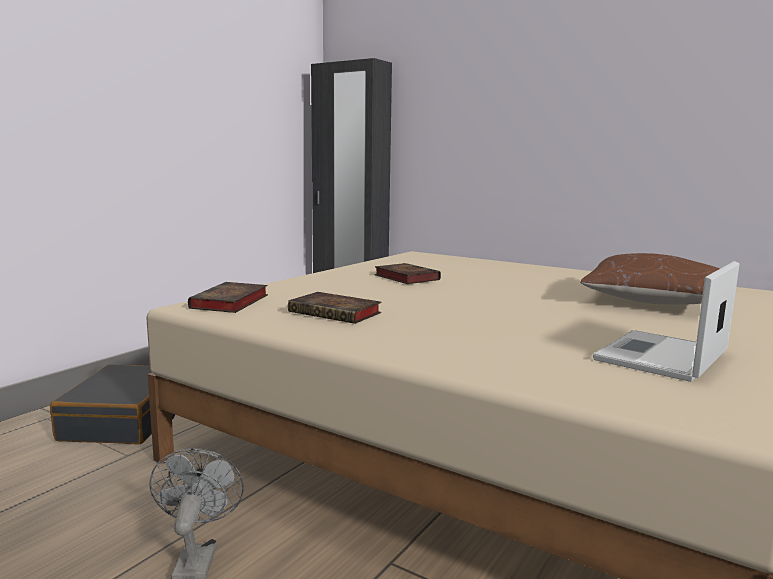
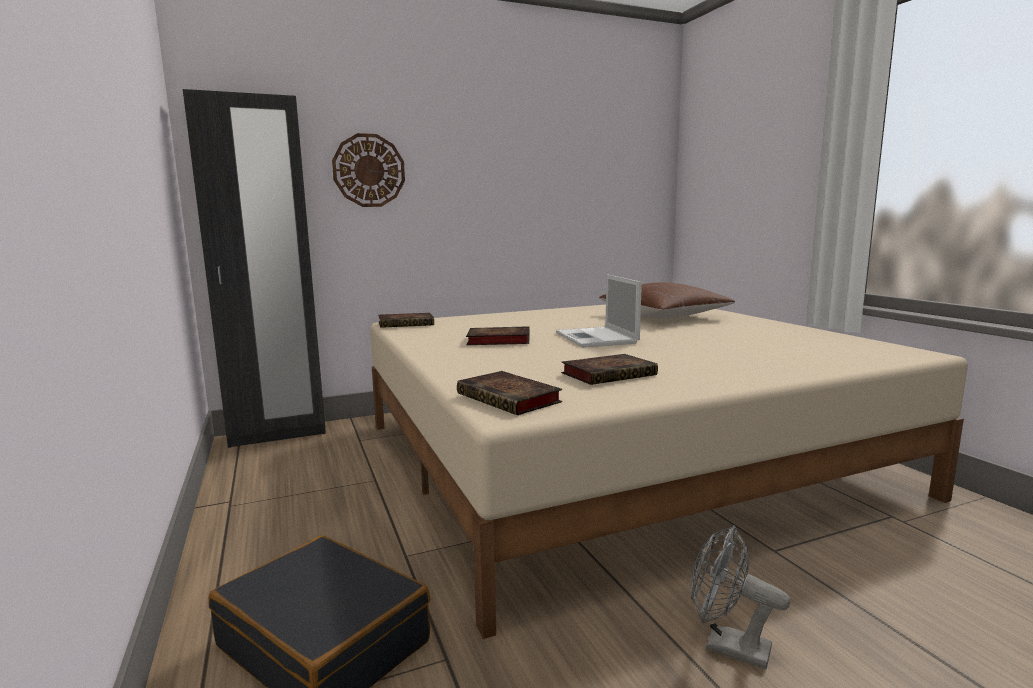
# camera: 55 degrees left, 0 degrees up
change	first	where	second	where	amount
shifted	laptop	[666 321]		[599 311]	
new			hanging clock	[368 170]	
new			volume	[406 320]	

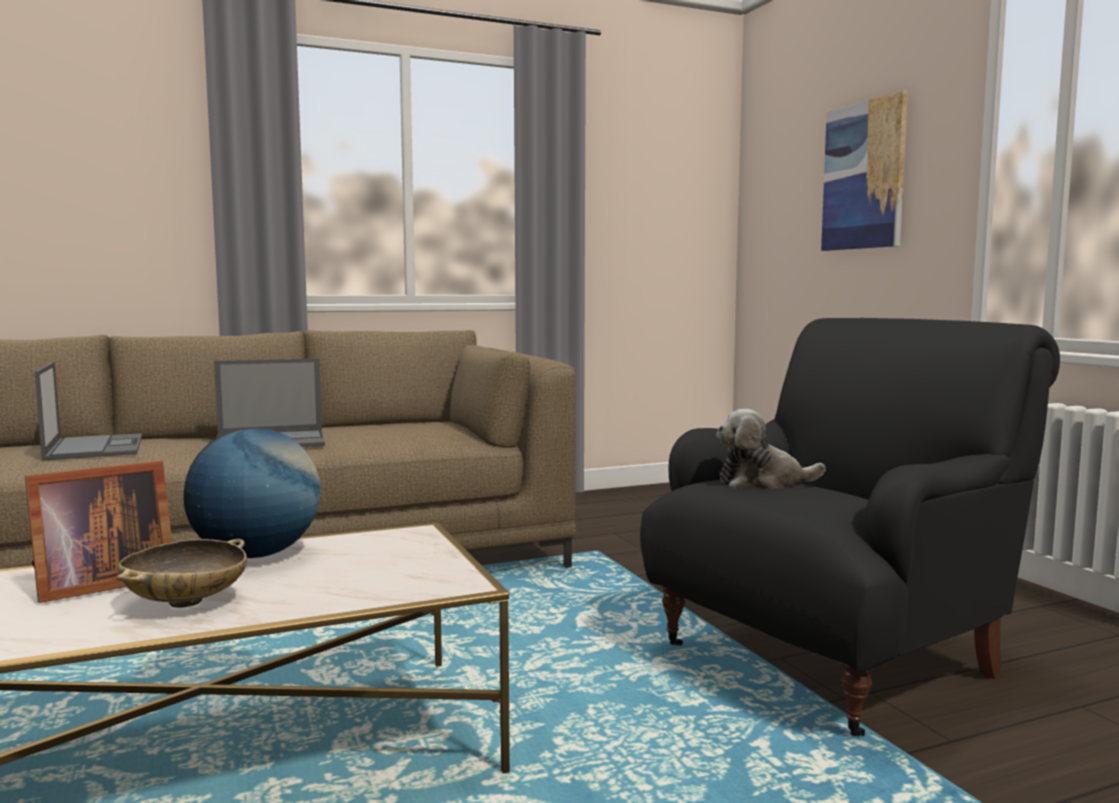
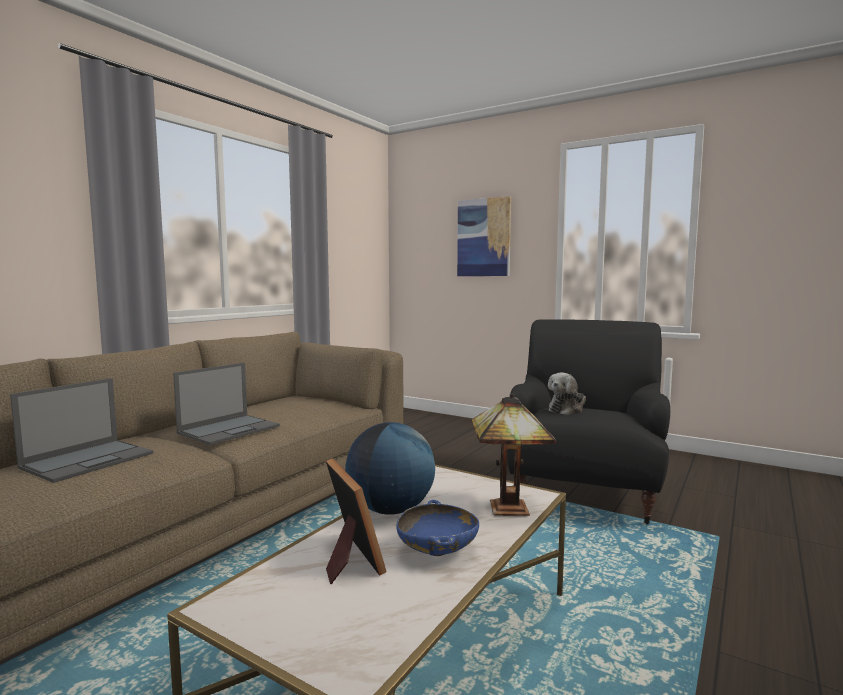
# camera: 35 degrees left, 0 degrees up
change	first	where	second	where	amount
rotated	laptop	[88 411]		[81 430]	90 degrees clockwise
rotated	picture frame	[98 532]		[356 521]	45 degrees counterclockwise
repainted	sand-coloured deep dish	[181 573]	blue deep dish	[437 528]	
new			lamp for a table	[513 454]	

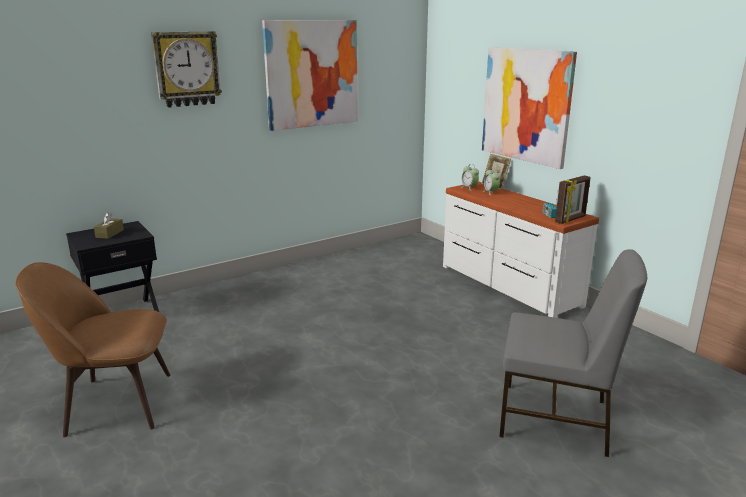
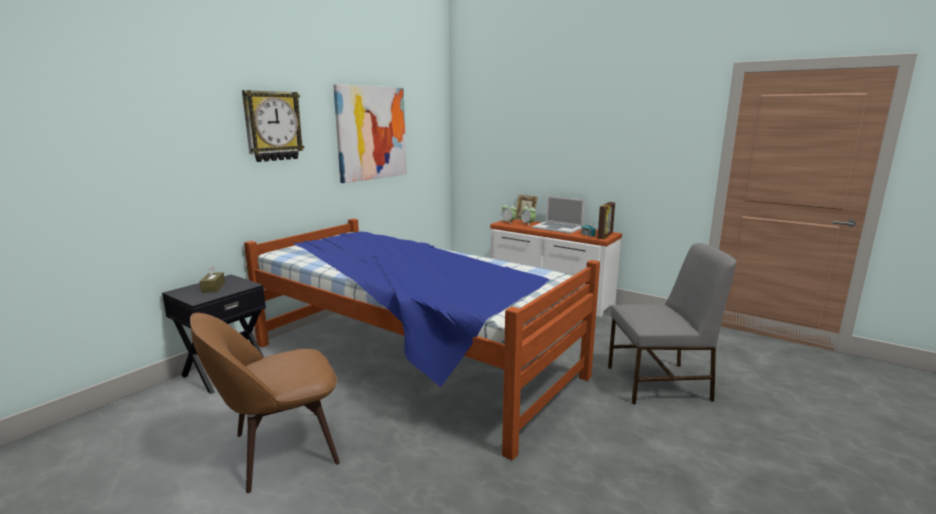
# camera: 20 degrees left, 5 degrees down
change	first	where	second	where	amount
gone	wall picture	[529 108]			
new			laptop	[558 215]	
new			sleeping bed	[422 339]	

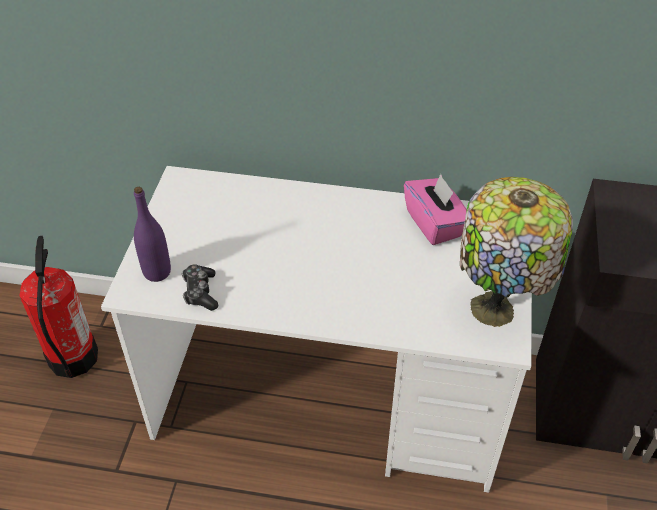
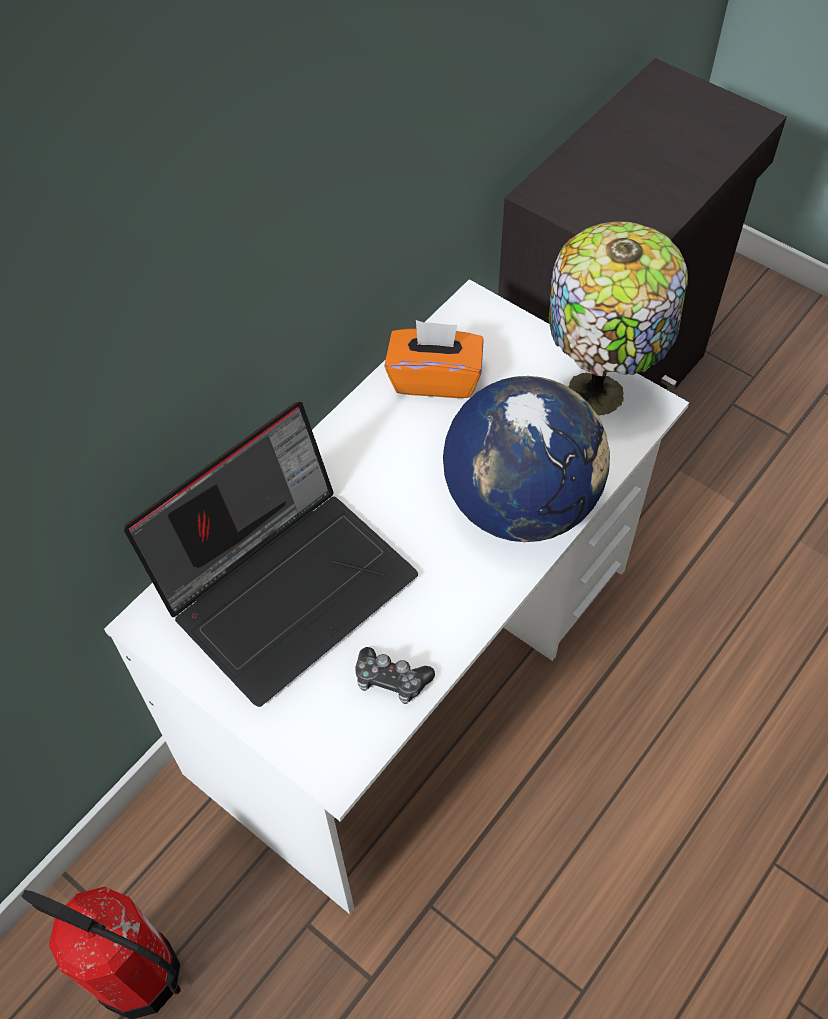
# camera: 60 degrees left, 10 degrees up
change	first	where	second	where	amount
repainted	pink box of tissues	[435 209]	orangey box of tissues	[434 359]	
gone	purple-coloured beverage bottle	[152 234]			
new			desk globe	[526 459]	
new			laptop	[271 554]	

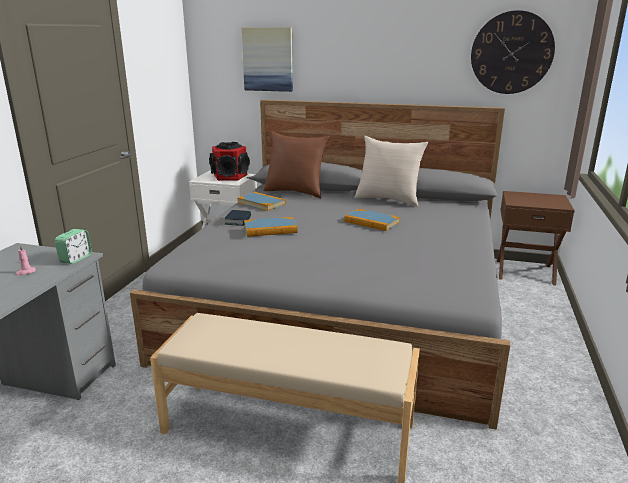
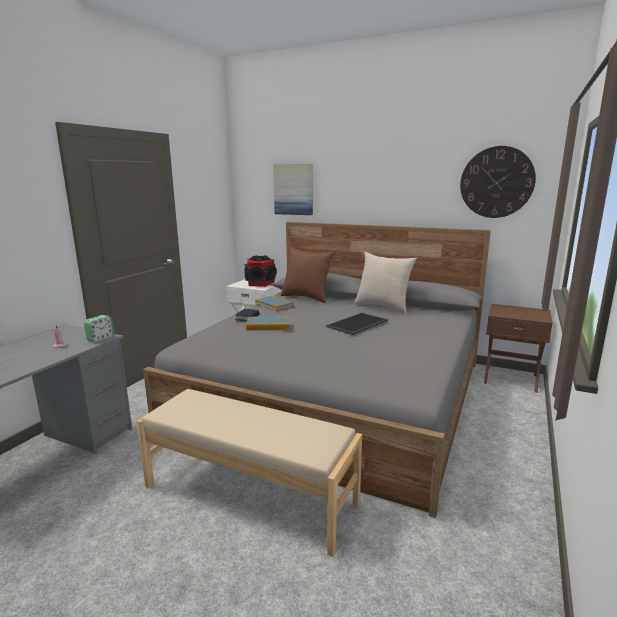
# camera: 10 degrees right, 5 degrees down
change	first	where	second	where	amount
swapped	volume	[372 220]	serving tray	[357 324]	

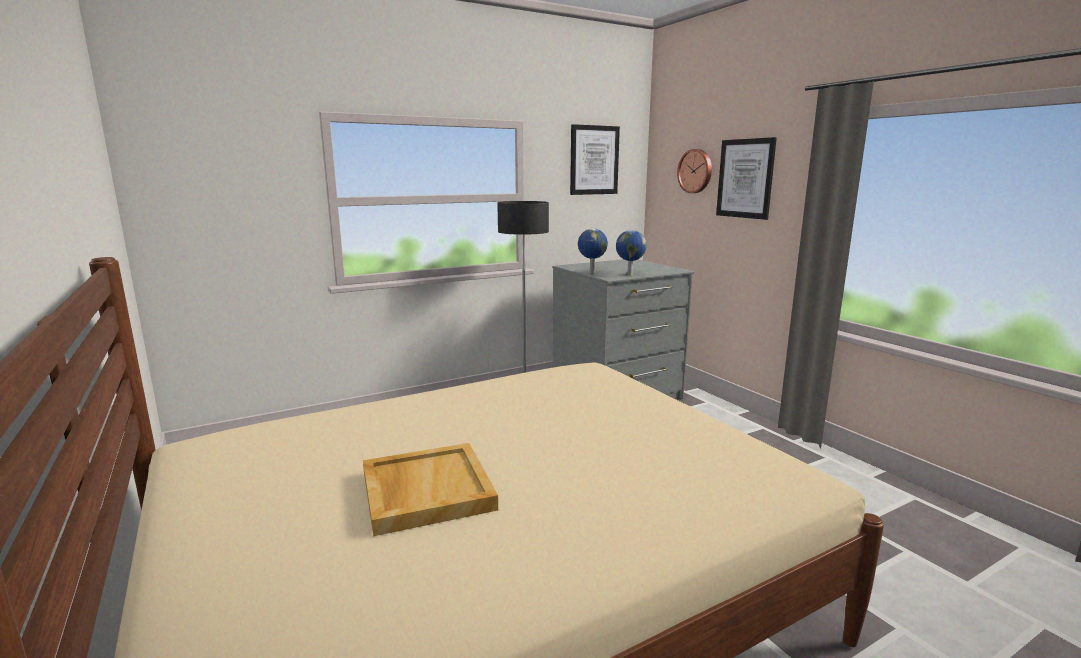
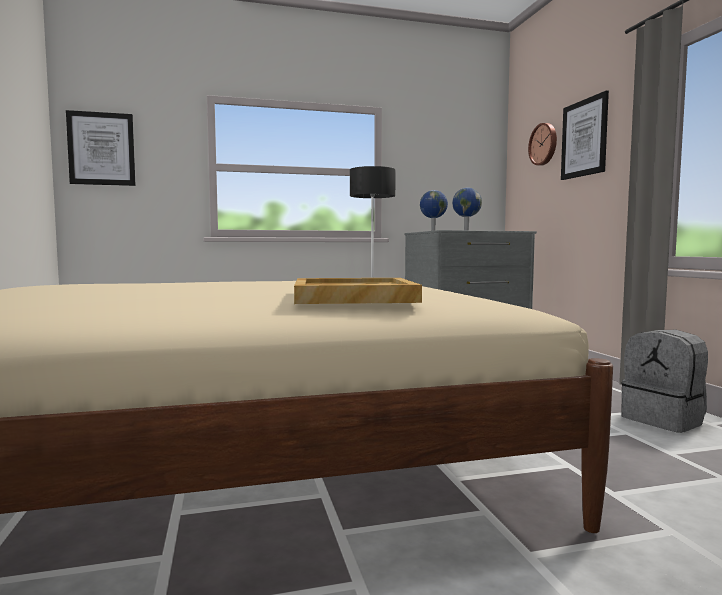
# camera: 15 degrees right, 10 degrees down
change	first	where	second	where	amount
shifted	wall picture	[595 159]		[101 148]	
shifted	sand-coloured serving tray	[430 489]		[358 291]	
new			gray knapsack	[664 381]	

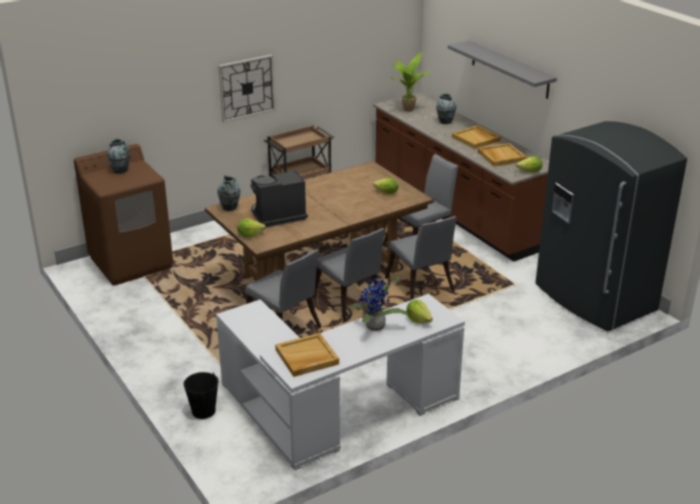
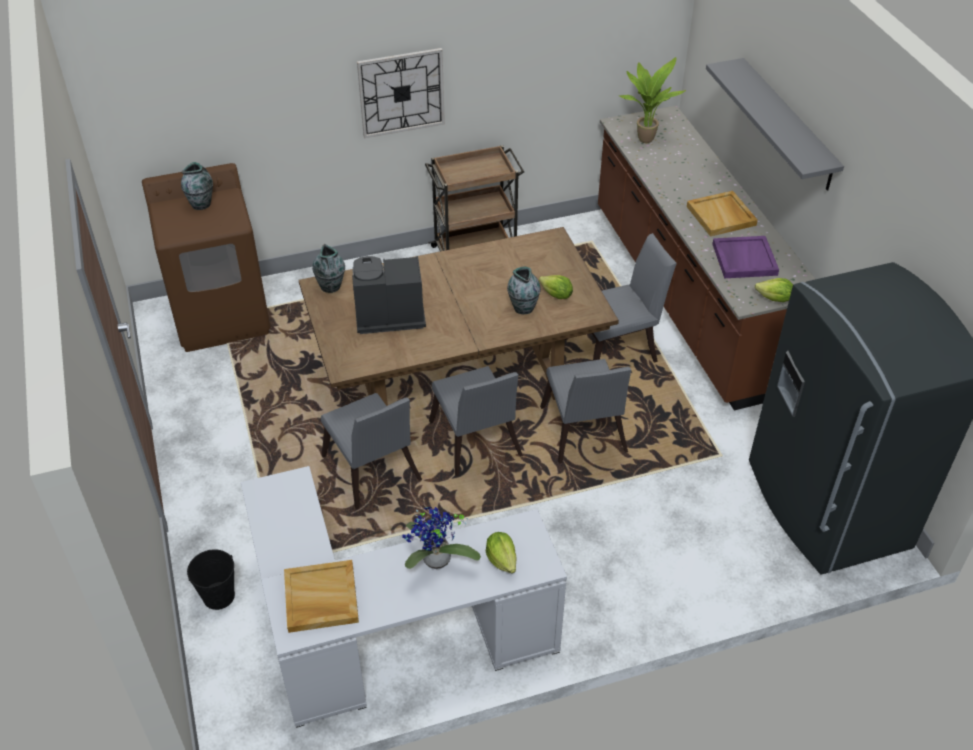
# camera: 15 degrees right, 15 degrees up
change	first	where	second	where	amount
shifted	flower vase	[446 108]		[524 290]	
repainted	sand-coloured serving tray	[502 155]	purple-coloured serving tray	[745 257]	
gone	lettuce	[251 228]			

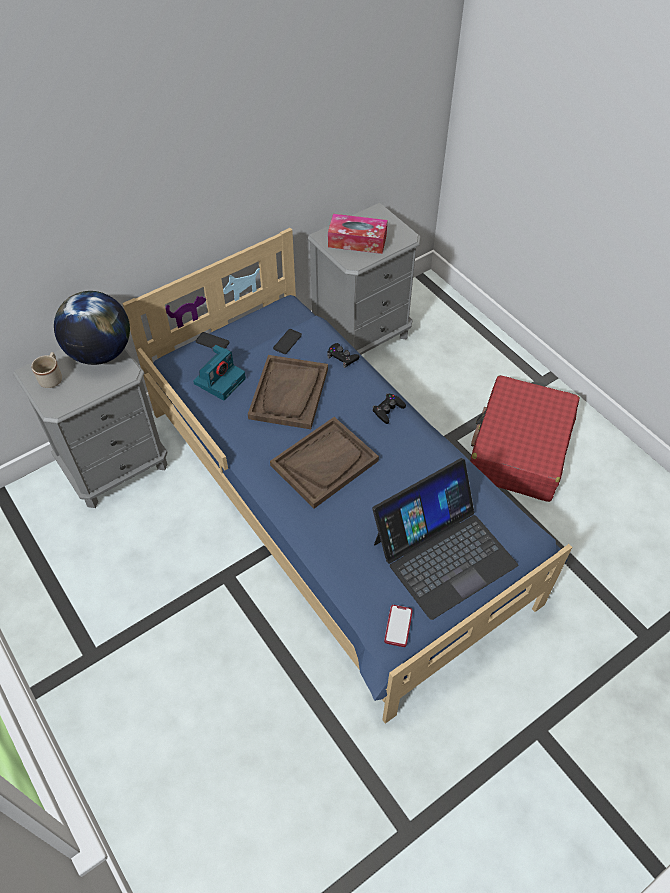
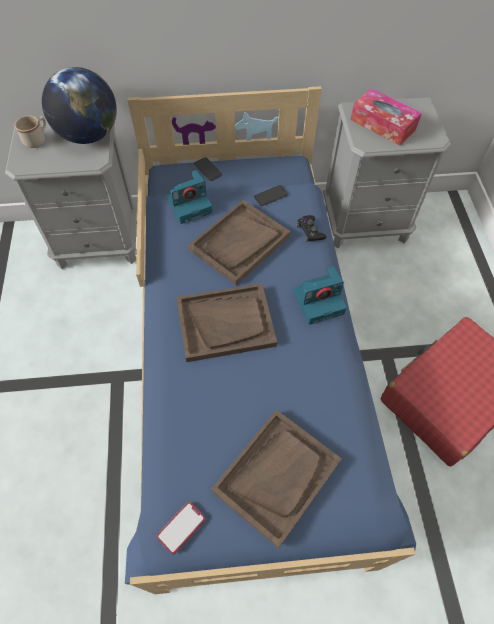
# camera: 30 degrees right, 5 degrees up
change	first	where	second	where	amount
swapped	black gamepad	[389 408]	photo camera	[320 295]	
swapped	laptop	[445 539]	brownish serving tray	[276 479]	

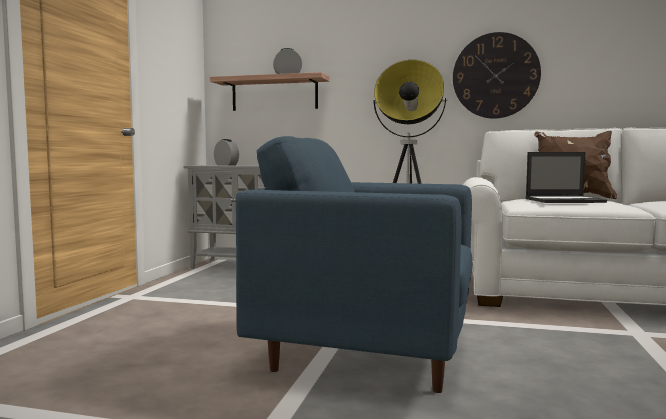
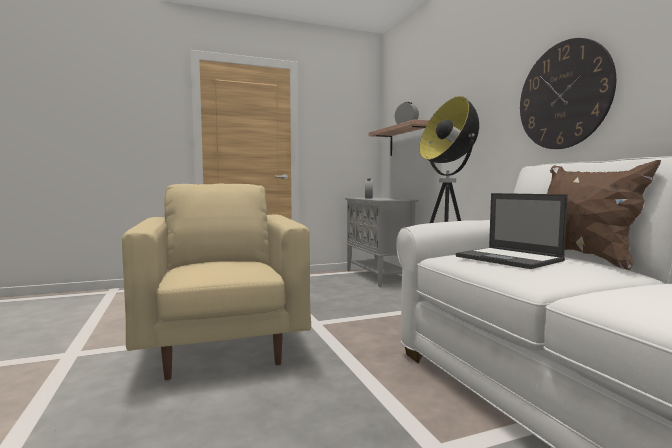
# camera: 55 degrees right, 0 degrees up
change	first	where	second	where	amount
repainted	blue armchair	[354 264]	sand-coloured armchair	[216 282]	

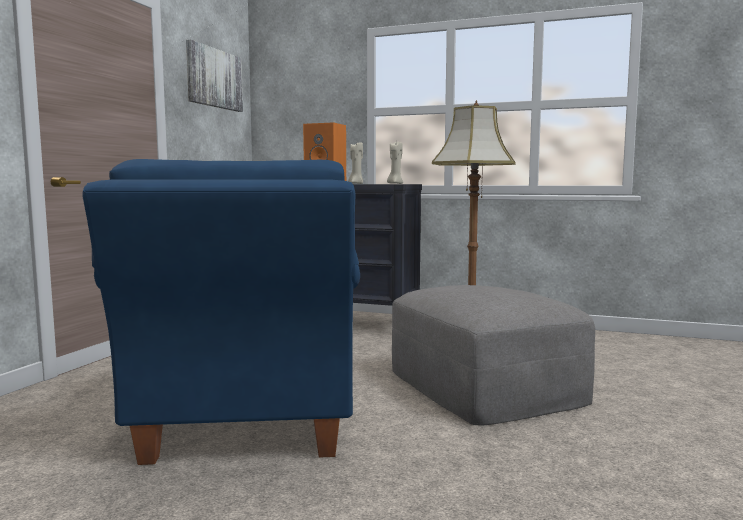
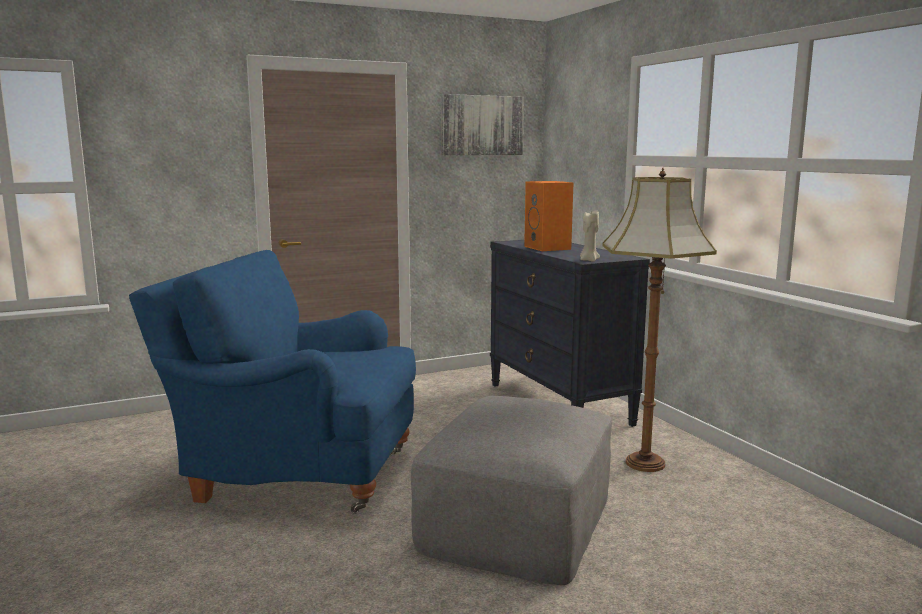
# camera: 45 degrees right, 5 degrees up
change	first	where	second	where	amount
gone	sand-coloured wax candle	[355 163]			
rotated	blue armchair	[221 312]		[272 382]	60 degrees clockwise

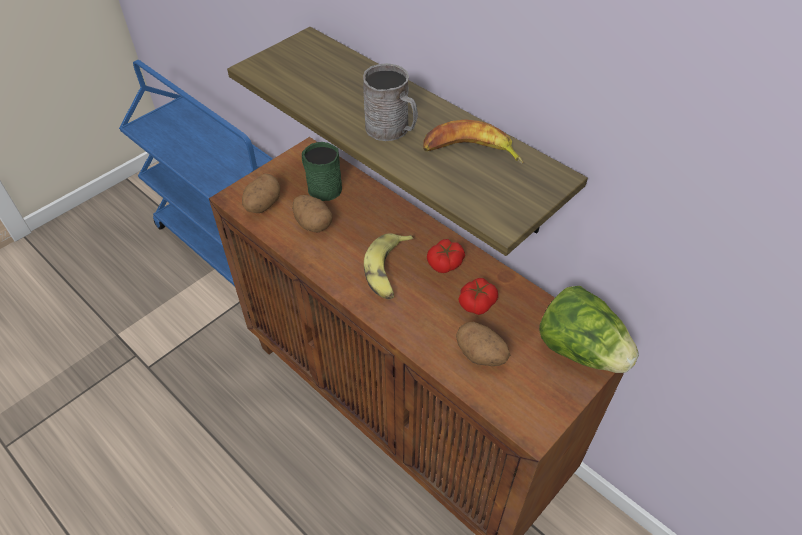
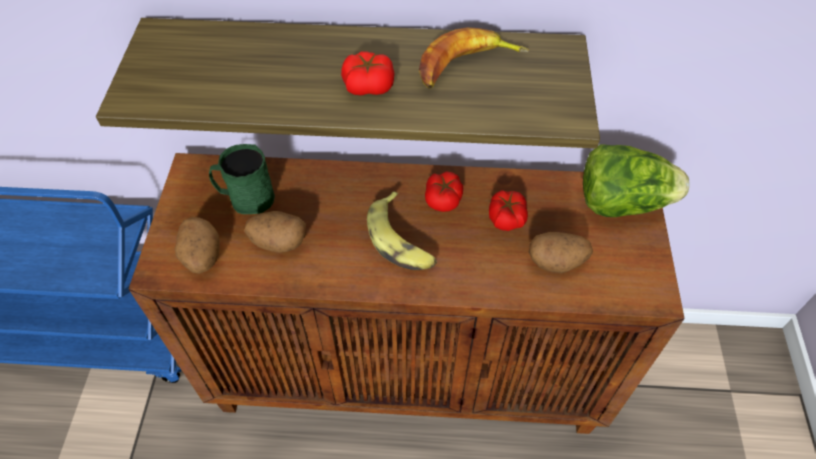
# camera: 40 degrees left, 5 degrees up
change	first	where	second	where	amount
swapped	gray mug	[390 102]	whole tomato	[368 73]	

